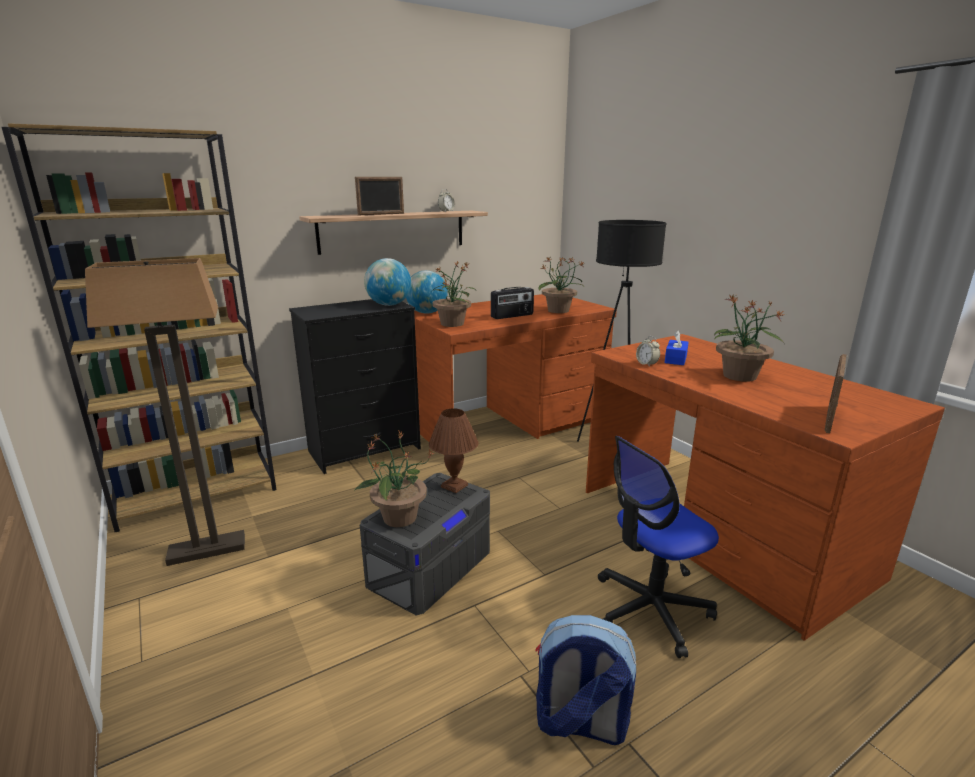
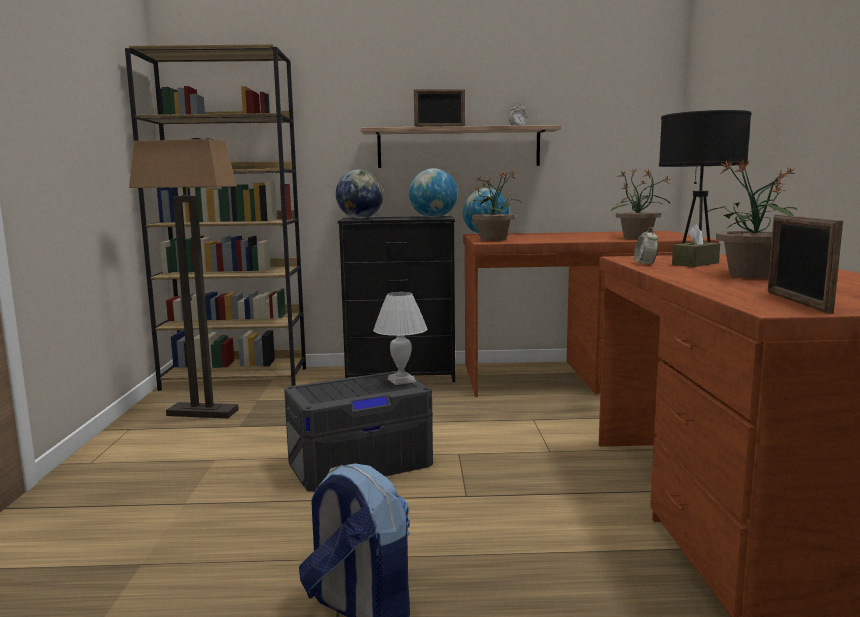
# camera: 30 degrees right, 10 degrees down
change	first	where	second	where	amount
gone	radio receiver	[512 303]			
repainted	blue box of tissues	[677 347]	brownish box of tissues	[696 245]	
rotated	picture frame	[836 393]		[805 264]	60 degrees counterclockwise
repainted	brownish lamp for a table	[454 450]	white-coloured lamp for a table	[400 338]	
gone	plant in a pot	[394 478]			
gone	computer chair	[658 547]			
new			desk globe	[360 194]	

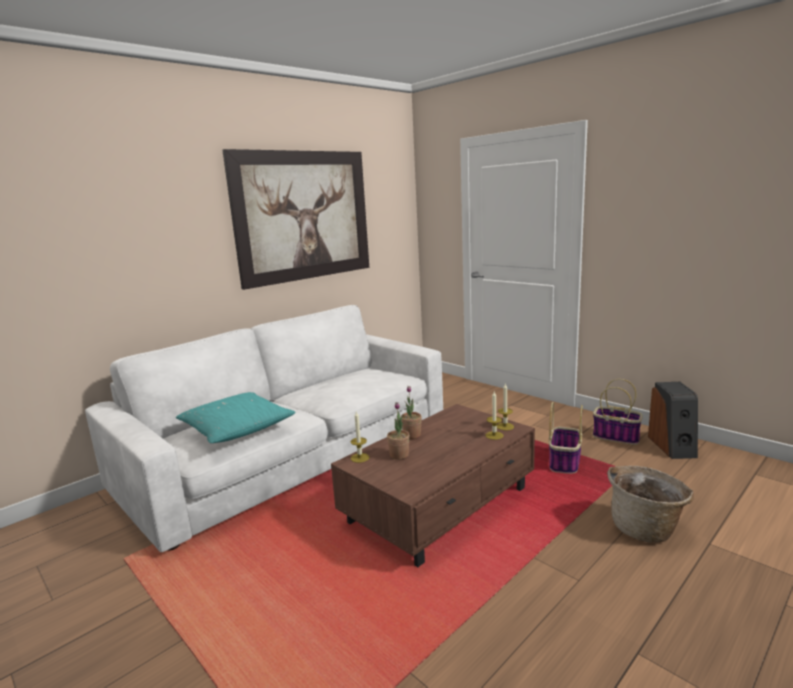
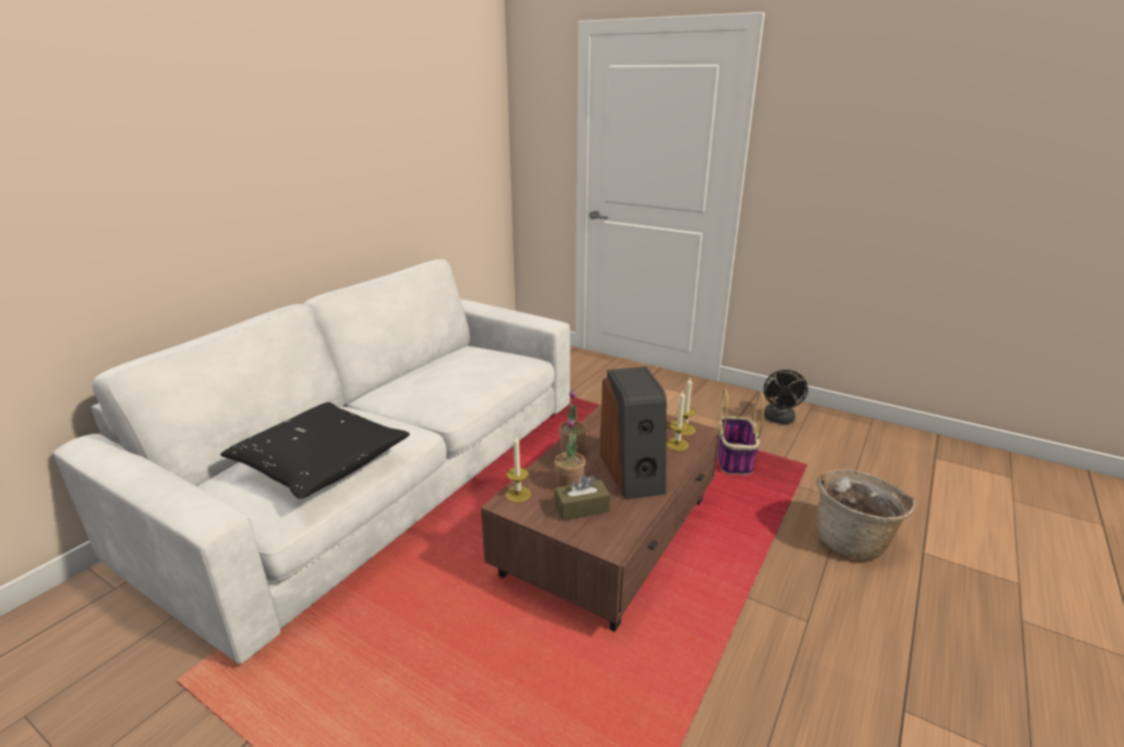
# camera: 15 degrees left, 10 degrees up
change	first	where	second	where	amount
gone	wall picture	[295 219]			
swapped	basket	[618 412]	black electric fan	[786 397]	
shifted	loudspeaker	[673 420]		[633 433]	
repainted	blue-green throw pillow	[236 417]	black throw pillow	[315 450]	
new			brownish box of tissues	[582 498]	

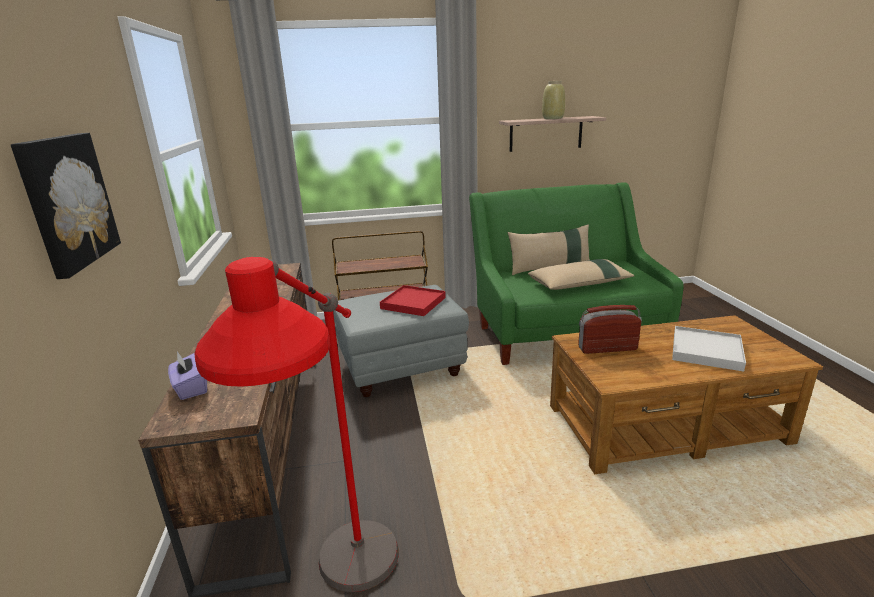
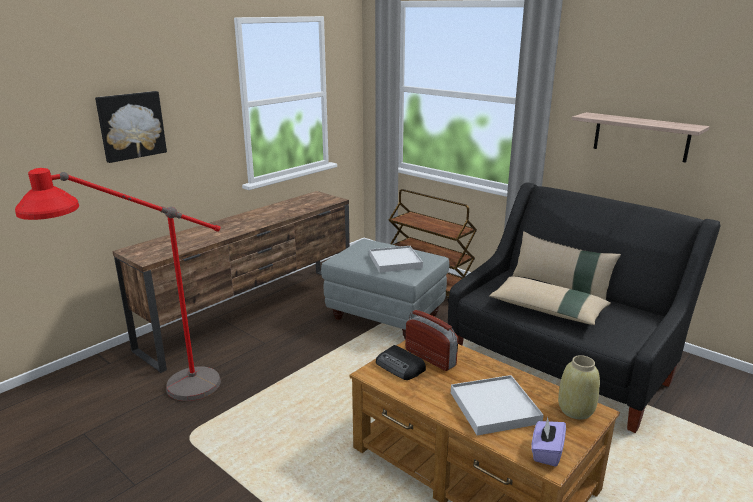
# camera: 50 degrees right, 0 degrees up
change	first	where	second	where	amount
shifted	sand-coloured flower vase	[553 100]		[579 387]	
repainted	green-coloured settee	[576 273]	black settee	[584 307]	
repainted	reddish serving tray	[413 300]	white-coloured serving tray	[396 259]	
shifted	purple-coloured box of tissues	[187 375]		[548 442]	
new			radio receiver	[401 362]	

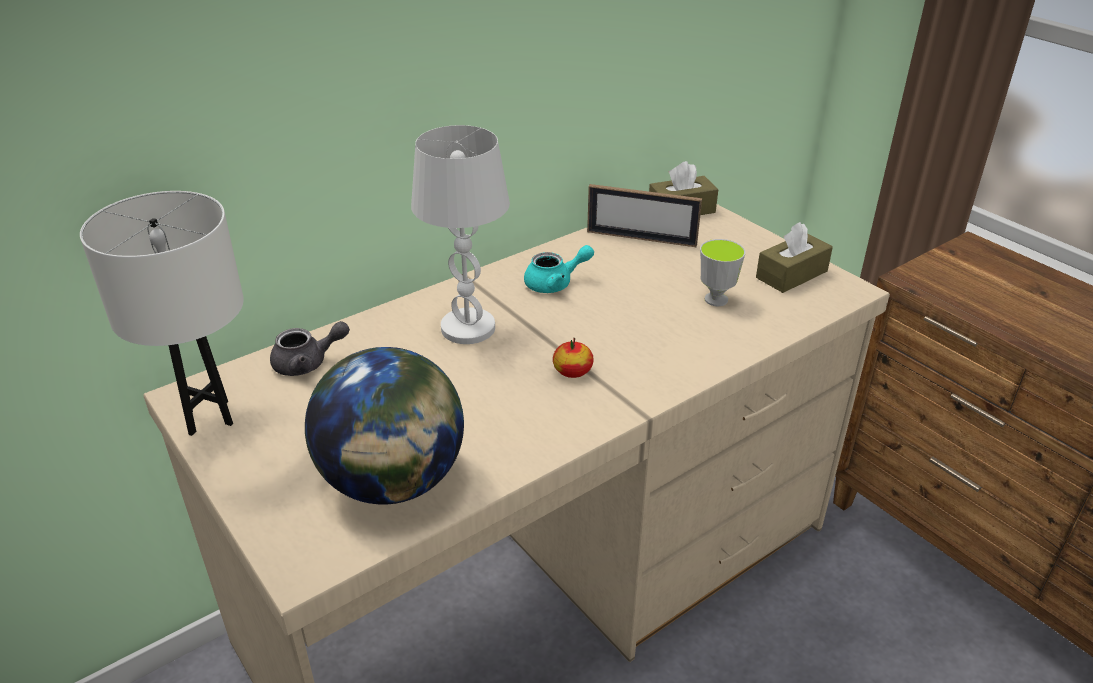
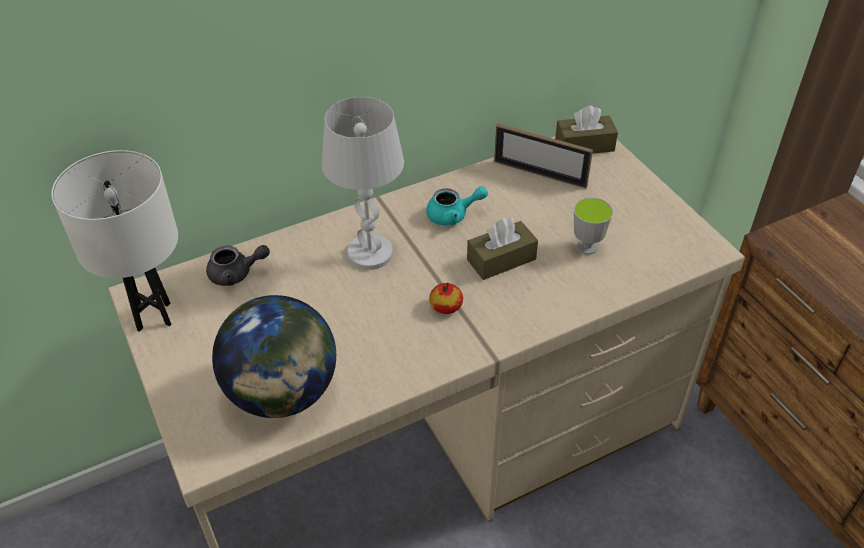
# camera: 10 degrees right, 10 degrees up
change	first	where	second	where	amount
shifted	brownish box of tissues	[794 257]		[502 249]	

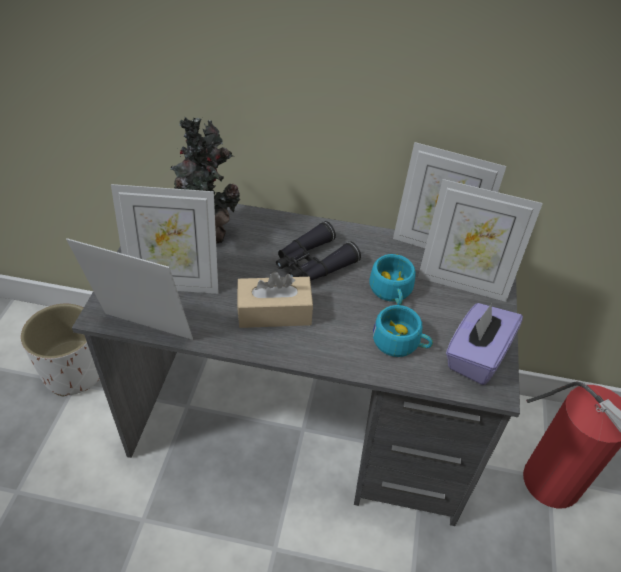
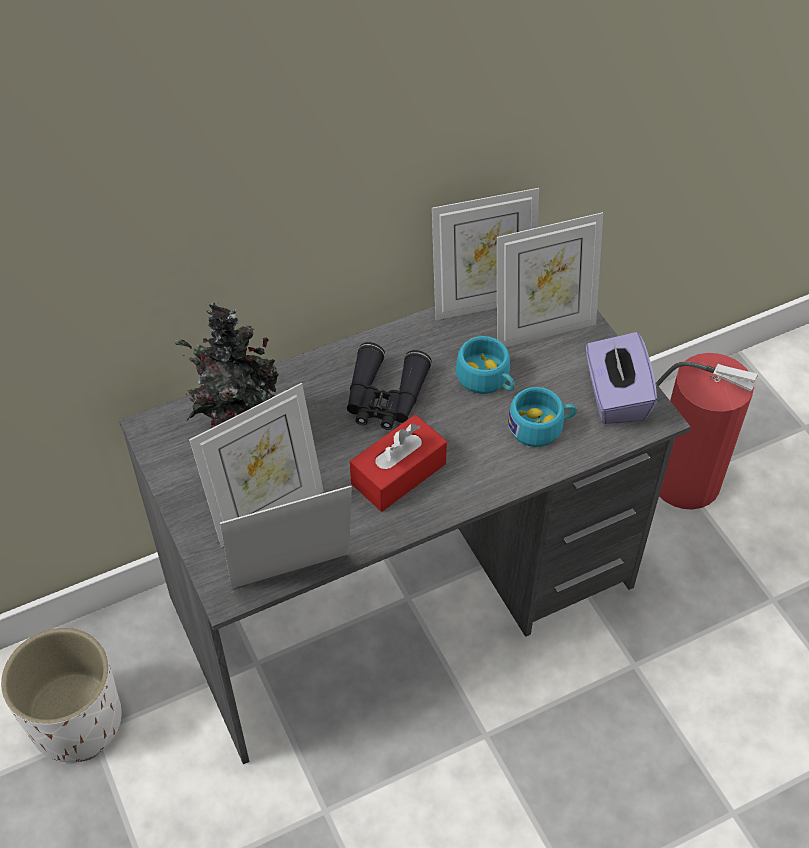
# camera: 35 degrees left, 5 degrees up
change	first	where	second	where	amount
repainted	sand-coloured box of tissues	[275 300]	reddish box of tissues	[398 463]	

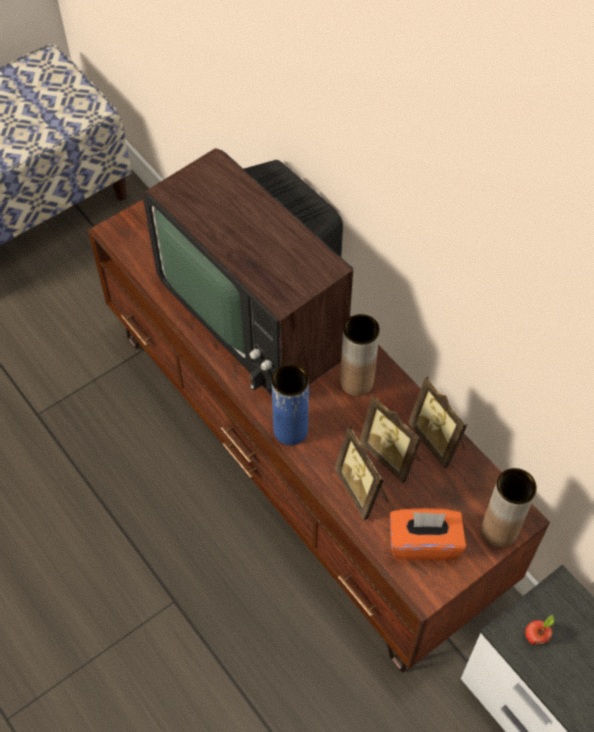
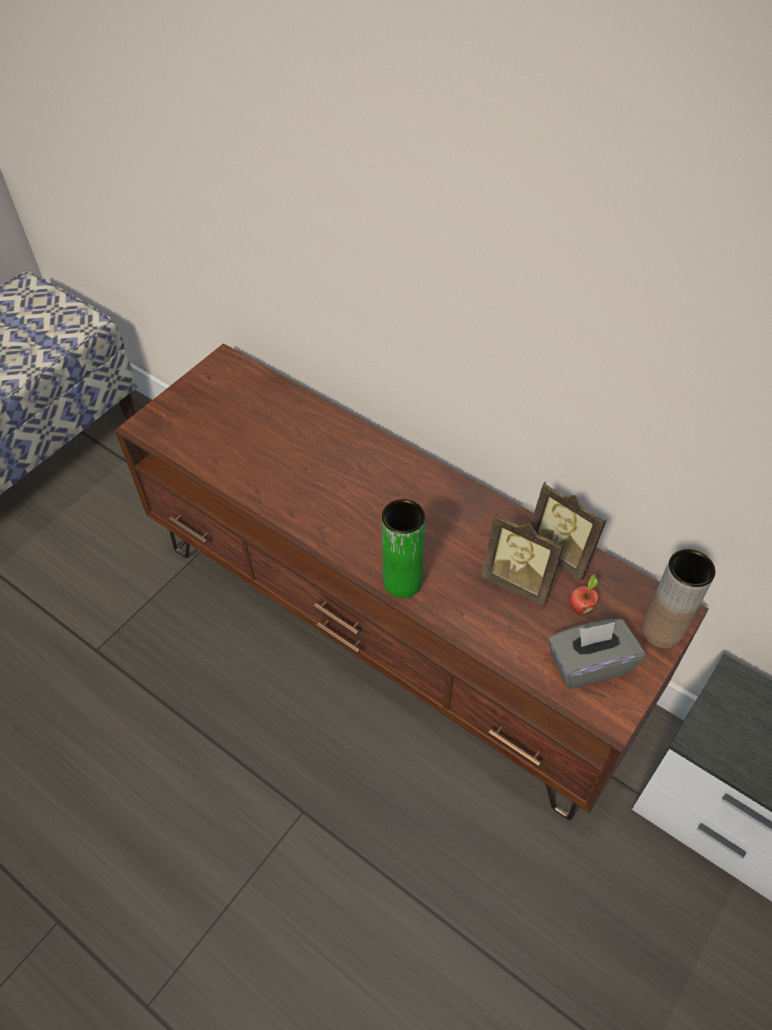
# camera: 15 degrees left, 5 degrees down
change	first	where	second	where	amount
gone	television	[248 271]			
gone	brownish flower vase	[360 355]			
repainted	blue flower vase	[290 404]	green-coloured flower vase	[403 548]	
gone	picture frame	[361 472]			
repainted	orangey box of tissues	[428 534]	gray box of tissues	[596 654]	
shifted	apple fruit	[539 630]		[584 594]	

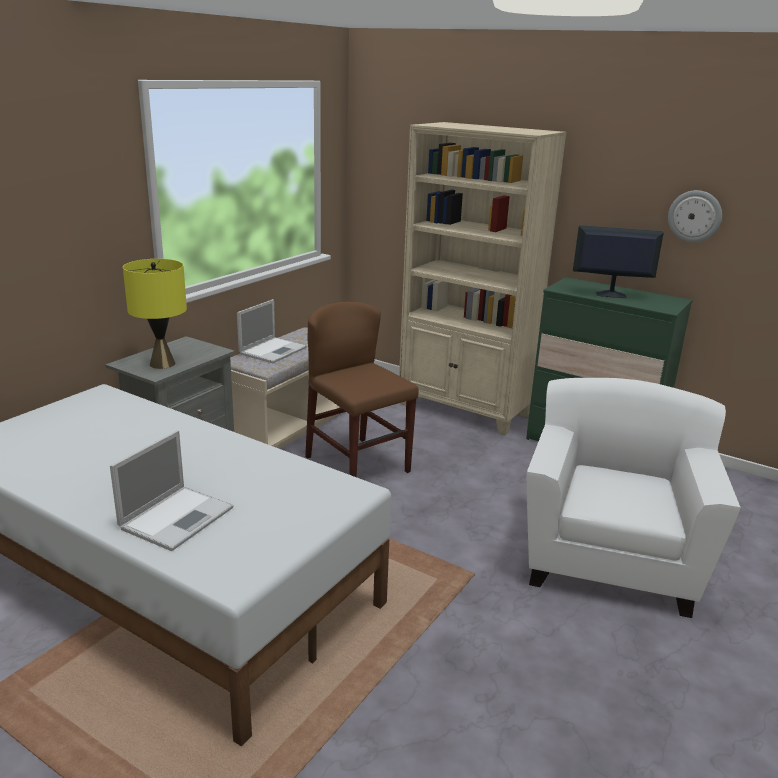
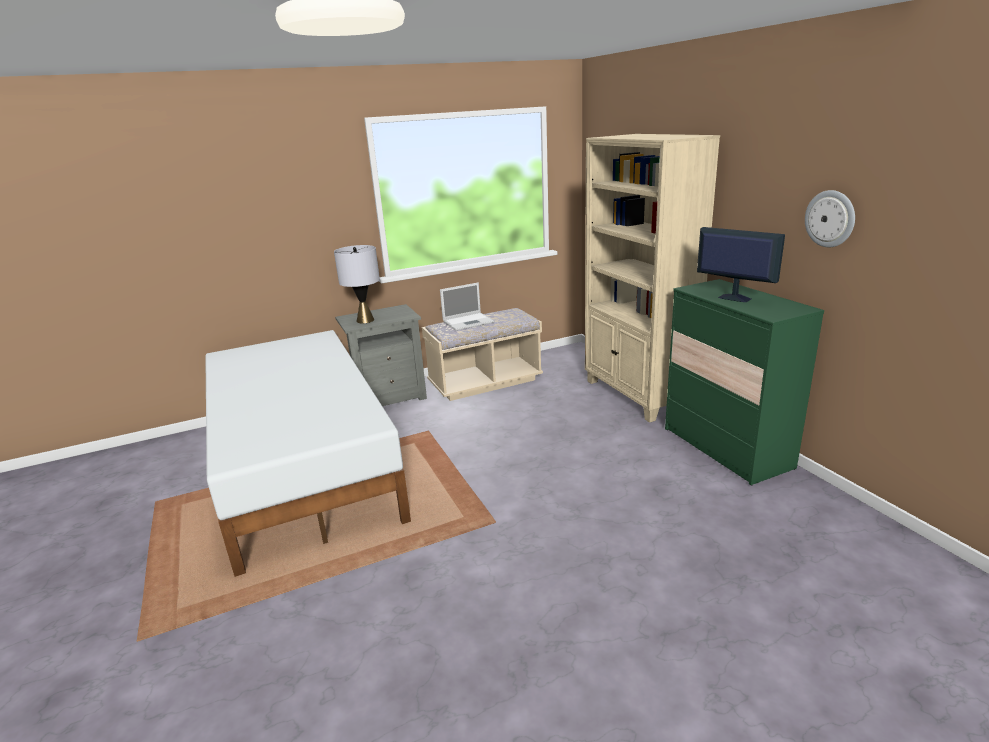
# camera: 35 degrees right, 0 degrees up
change	first	where	second	where	amount
repainted	yellow-coloured lamp for a table	[155 314]	gray lamp for a table	[357 284]	
gone	brownish upright chair	[362 389]			
gone	white-coloured armchair	[633 498]			
gone	laptop	[171 490]			

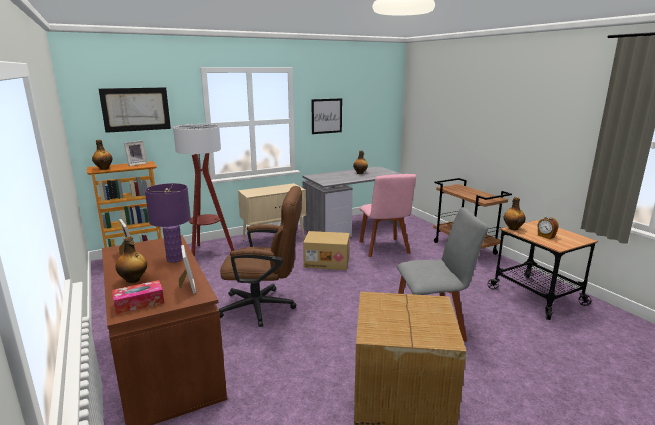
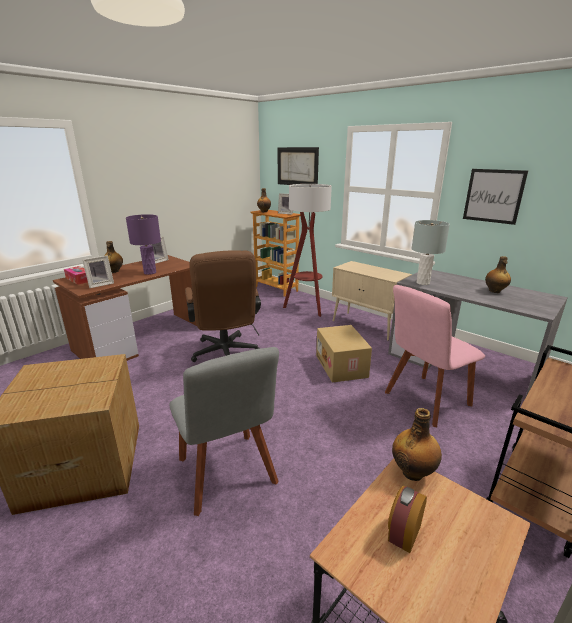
# camera: 70 degrees right, 5 degrees up
change	first	where	second	where	amount
new			gray lamp for a table	[430 252]	

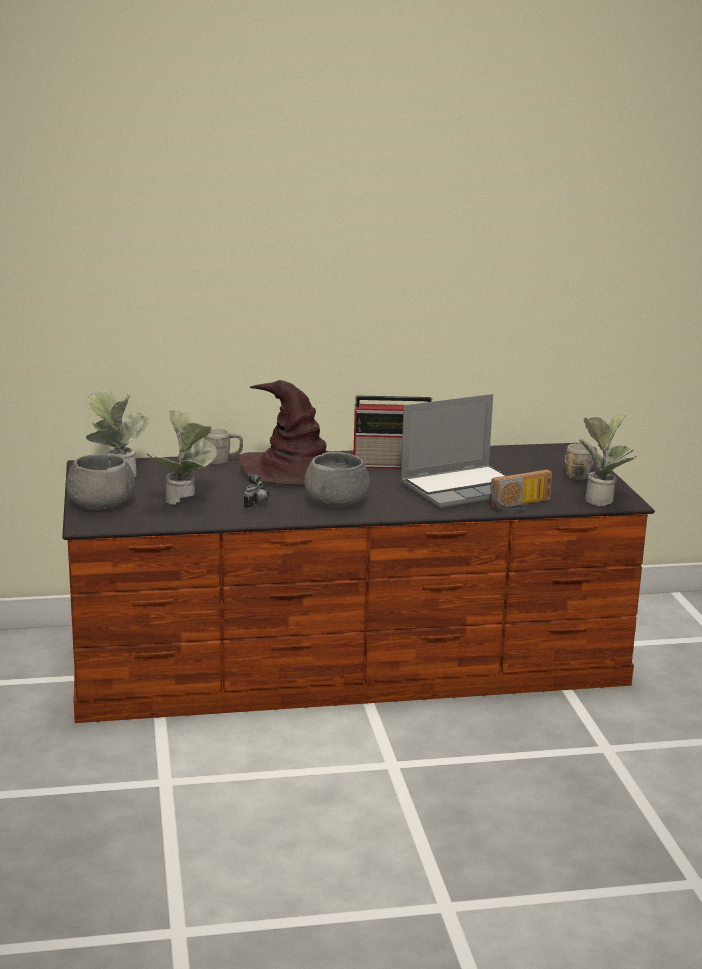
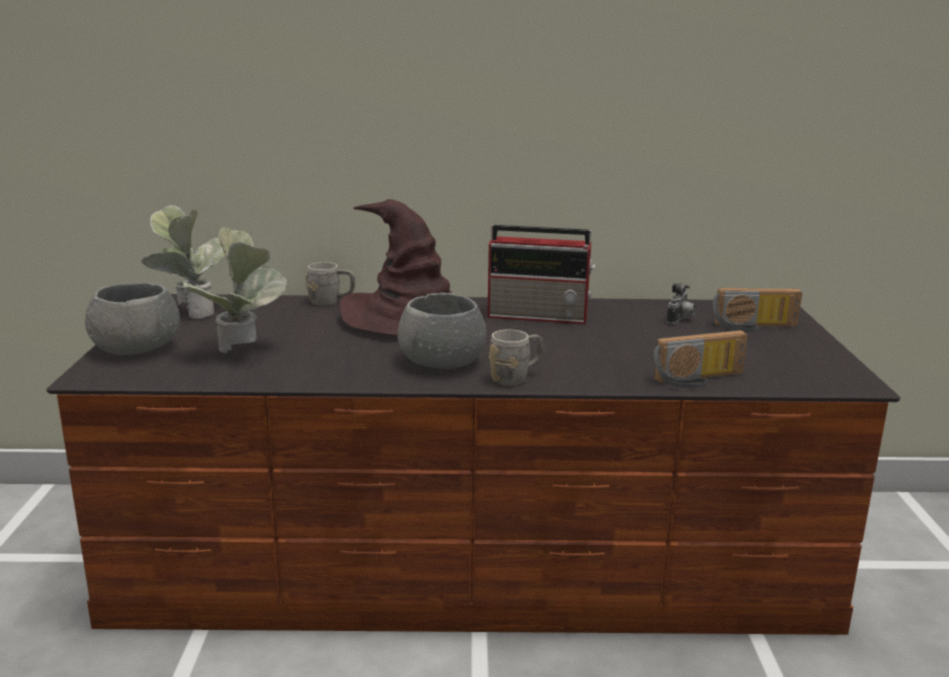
# camera: 10 degrees right, 0 degrees up
change	first	where	second	where	amount
gone	laptop	[453 451]			
gone	plant in a pot	[608 460]			
shifted	gray mug	[581 461]		[516 357]	
shifted	photo camera	[256 492]		[681 303]	
new			radio receiver	[757 310]	

